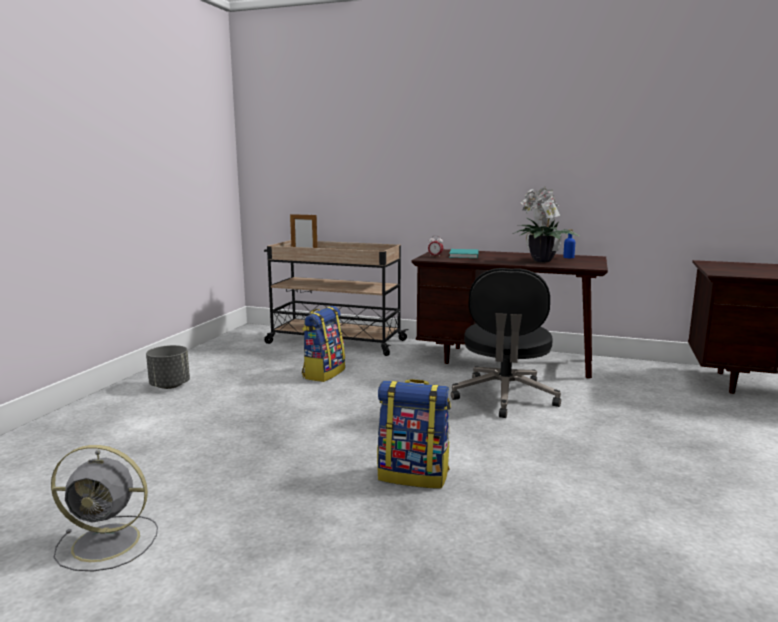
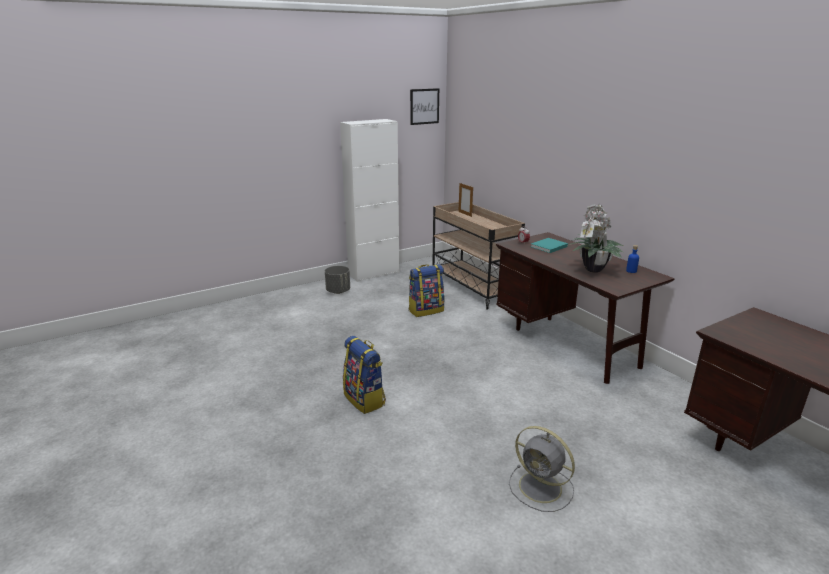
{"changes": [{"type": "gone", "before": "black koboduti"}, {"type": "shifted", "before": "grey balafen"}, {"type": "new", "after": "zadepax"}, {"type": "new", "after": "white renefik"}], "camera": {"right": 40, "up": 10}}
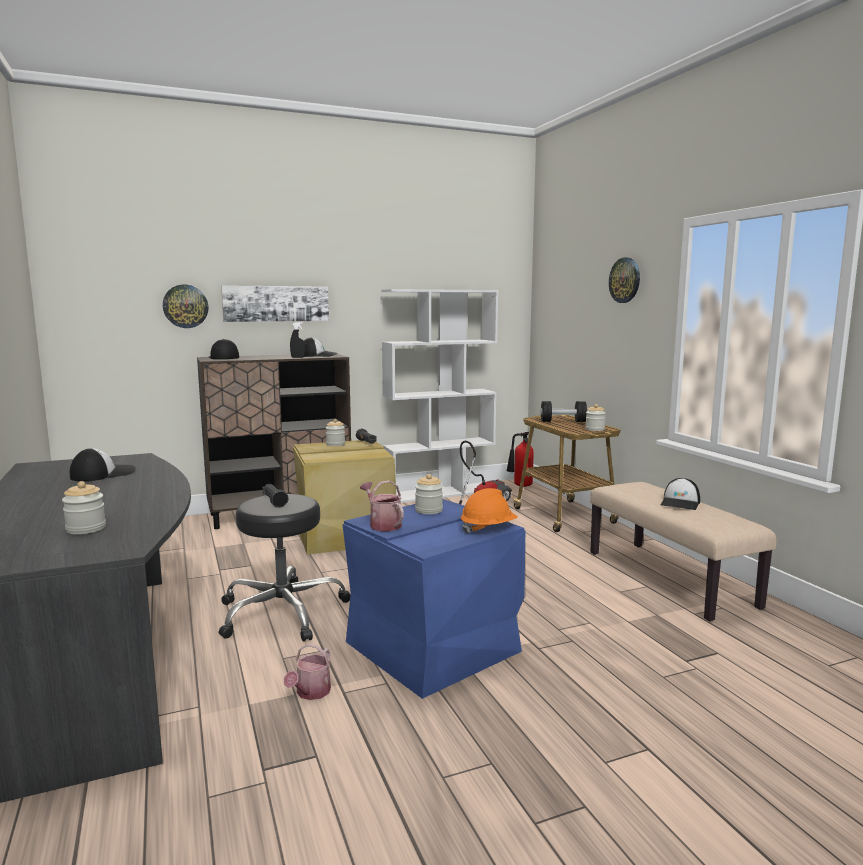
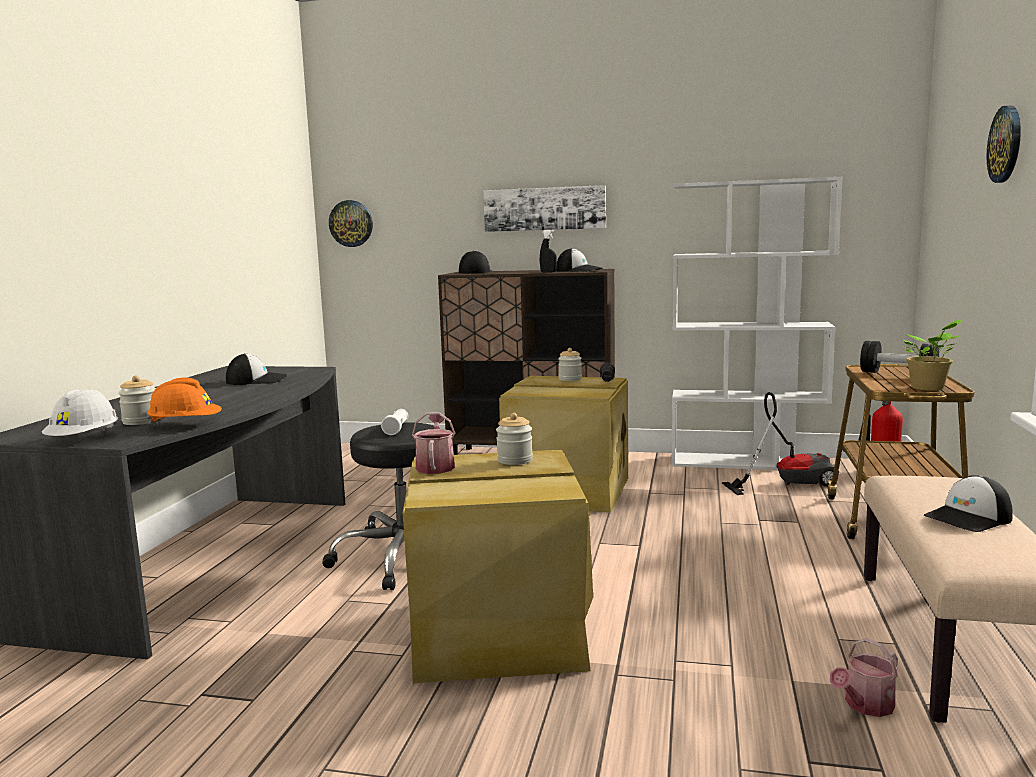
{"changes": [{"type": "shifted", "before": "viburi (no. 1 from left)"}, {"type": "swapped", "before": "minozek (no. 4 from left)", "after": "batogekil"}, {"type": "repainted", "before": "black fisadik (no. 1 from left)", "after": "white fisadik"}, {"type": "shifted", "before": "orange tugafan"}, {"type": "repainted", "before": "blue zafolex", "after": "beige zafolex (no. 1 from left)"}, {"type": "shifted", "before": "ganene (no. 1 from left in the first image)", "after": "ganene (no. 2 from left)"}, {"type": "new", "after": "white tugafan"}], "camera": {"right": 35, "up": 0}}
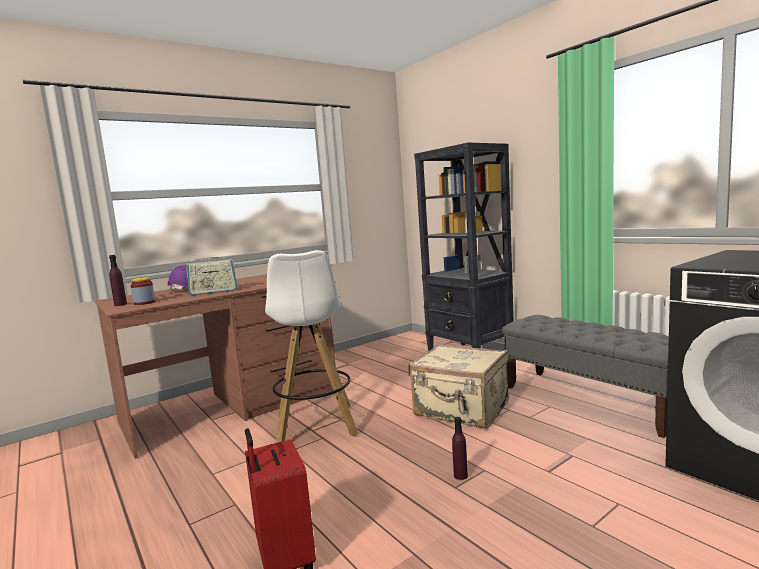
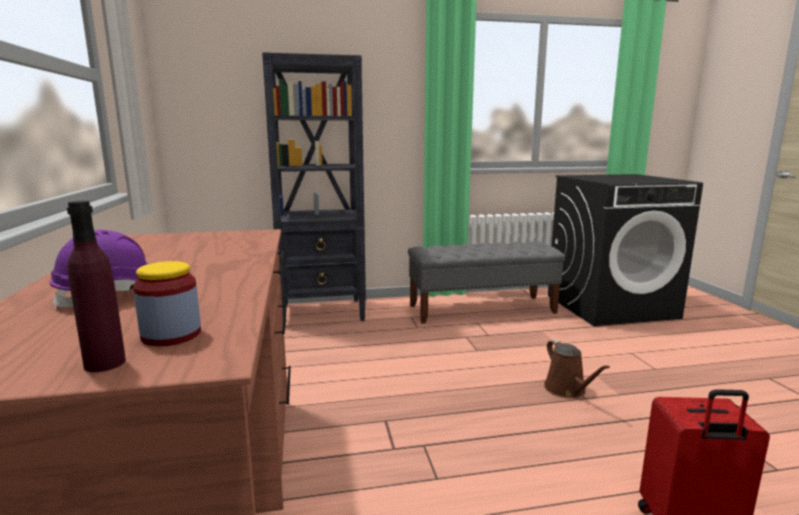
{"changes": [{"type": "gone", "before": "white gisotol"}, {"type": "gone", "before": "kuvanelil"}, {"type": "gone", "before": "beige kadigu"}, {"type": "swapped", "before": "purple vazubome (no. 2 from left)", "after": "brown ganene"}], "camera": {"right": -65, "up": 5}}
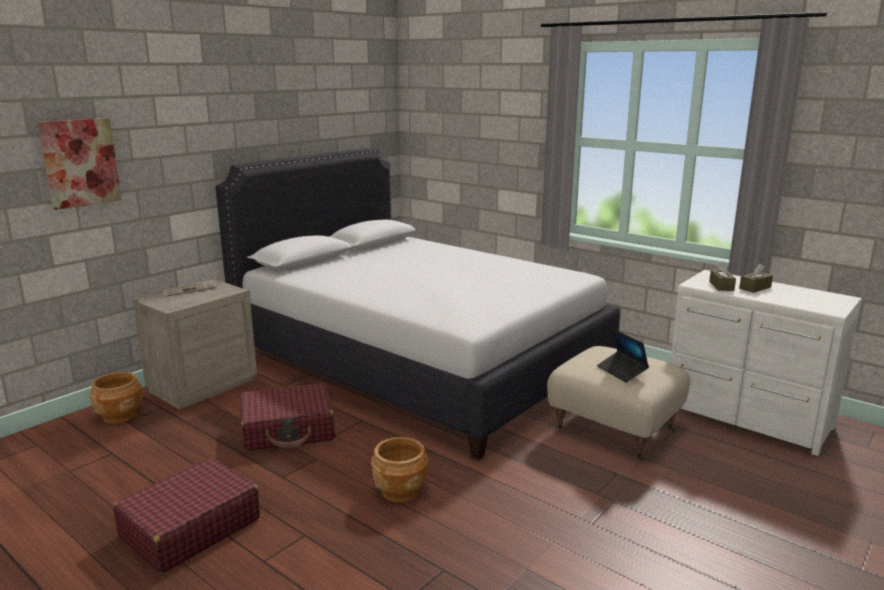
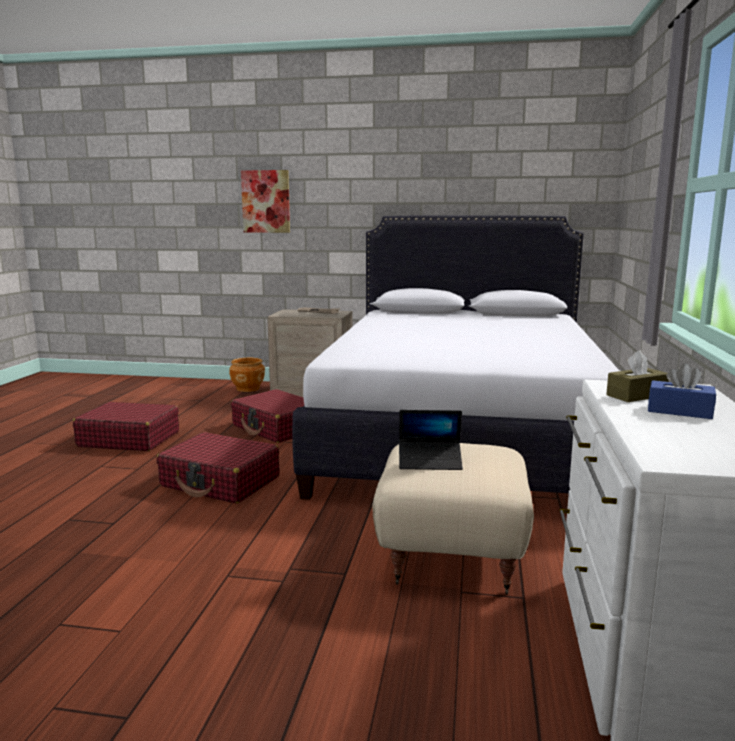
{"changes": [{"type": "repainted", "before": "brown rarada (no. 2 from left)", "after": "blue rarada"}, {"type": "rotated", "before": "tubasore", "turn": -120}, {"type": "swapped", "before": "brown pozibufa (no. 2 from left)", "after": "red kadigu (no. 2 from left)"}], "camera": {"right": 60, "up": -5}}
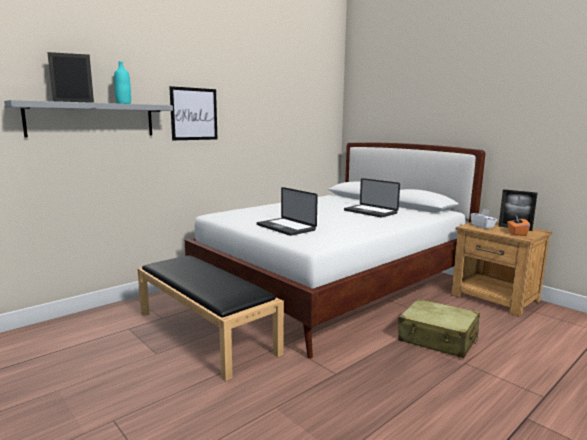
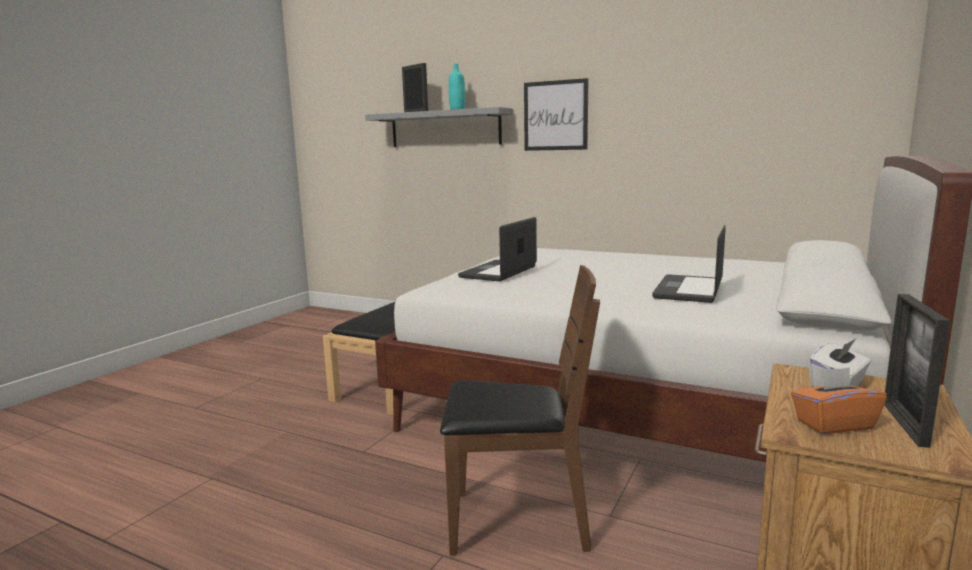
{"changes": [{"type": "swapped", "before": "beige kadigu", "after": "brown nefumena"}], "camera": {"right": 70, "up": 0}}
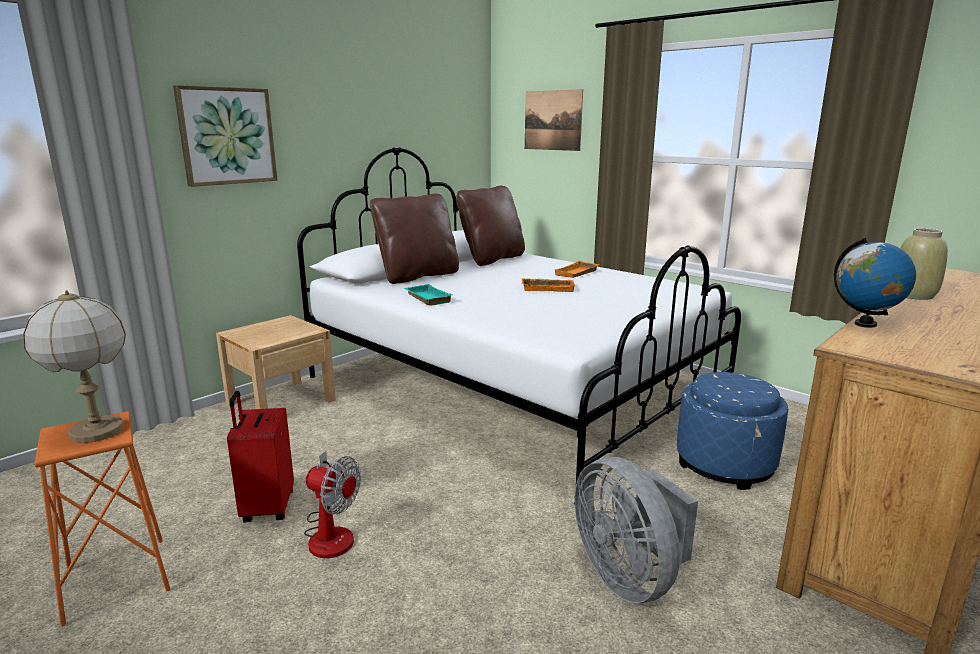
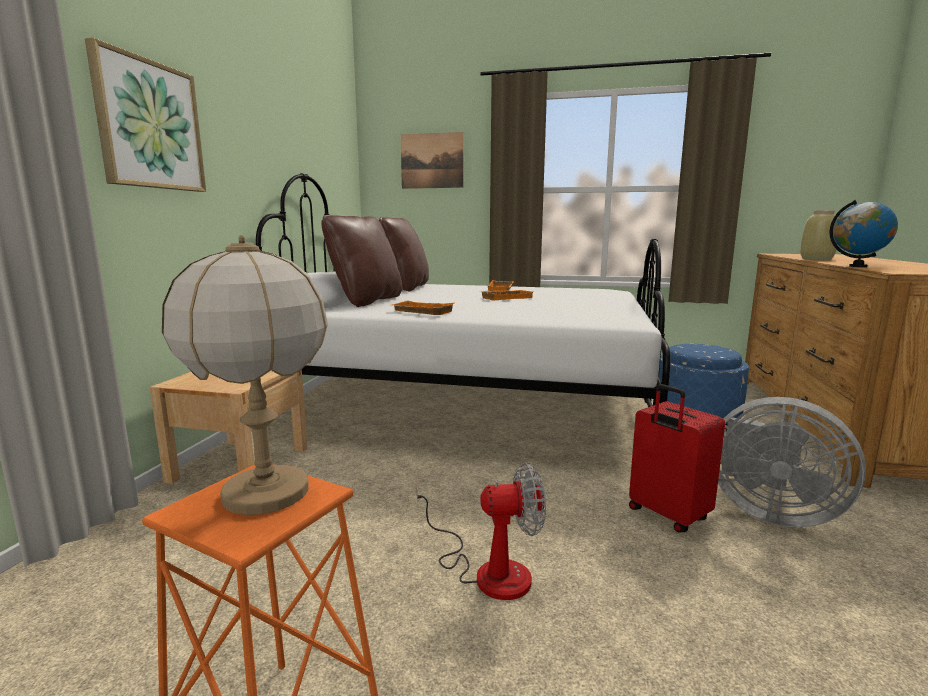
{"changes": [{"type": "repainted", "before": "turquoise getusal", "after": "orange getusal (no. 1 from left)"}, {"type": "shifted", "before": "red kadigu"}], "camera": {"right": -30, "up": -5}}
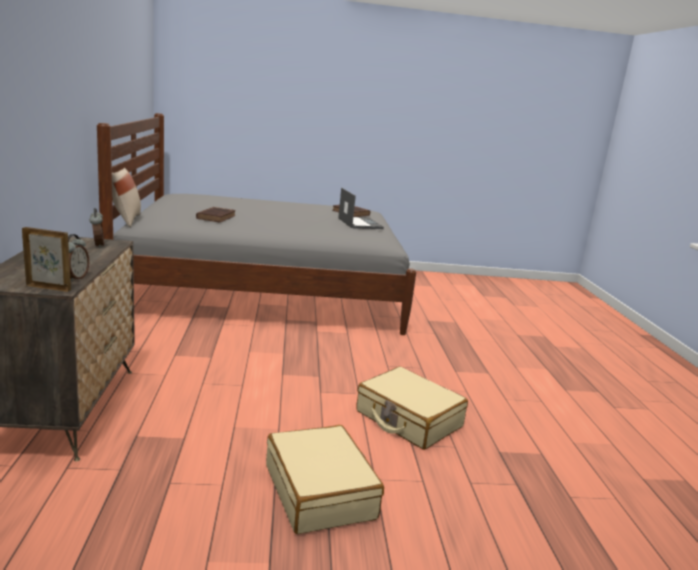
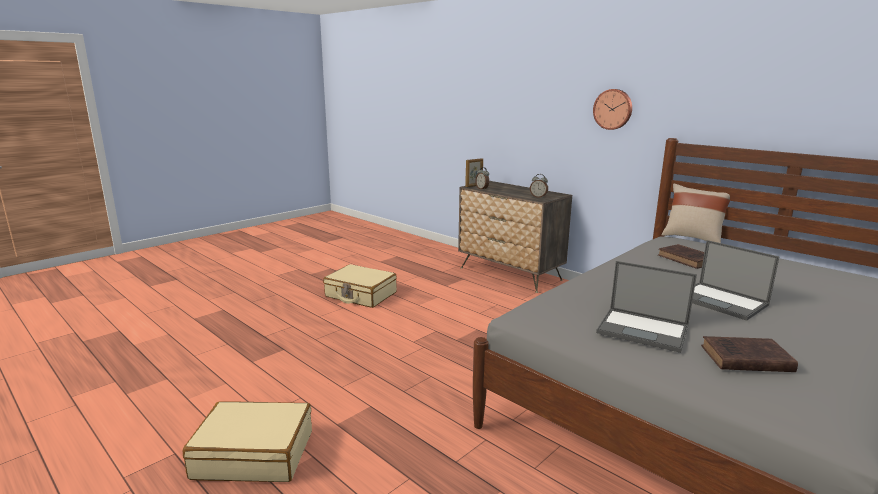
{"changes": [{"type": "shifted", "before": "beige kadigu (no. 2 from left in the first image)", "after": "beige kadigu (no. 1 from left)"}, {"type": "new", "after": "viburi"}, {"type": "new", "after": "tubasore (no. 2 from left)"}], "camera": {"right": 140, "up": 0}}
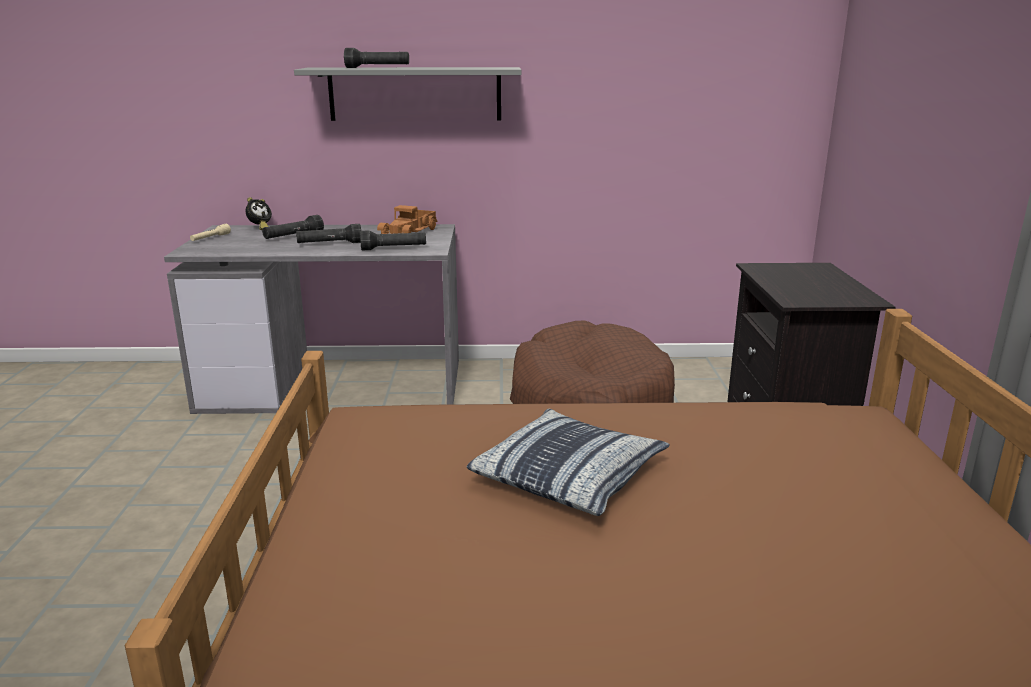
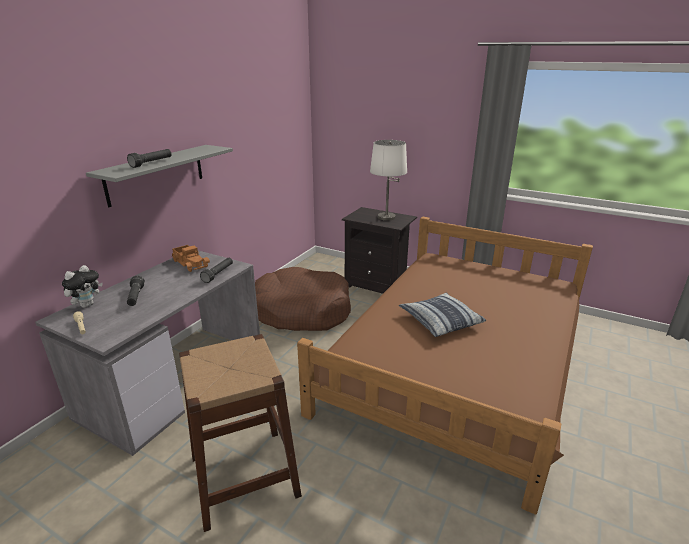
{"changes": [{"type": "swapped", "before": "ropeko", "after": "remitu"}, {"type": "gone", "before": "black fisadik (no. 2 from left)"}, {"type": "new", "after": "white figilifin"}, {"type": "new", "after": "brown gisotol"}], "camera": {"right": -60, "up": 5}}
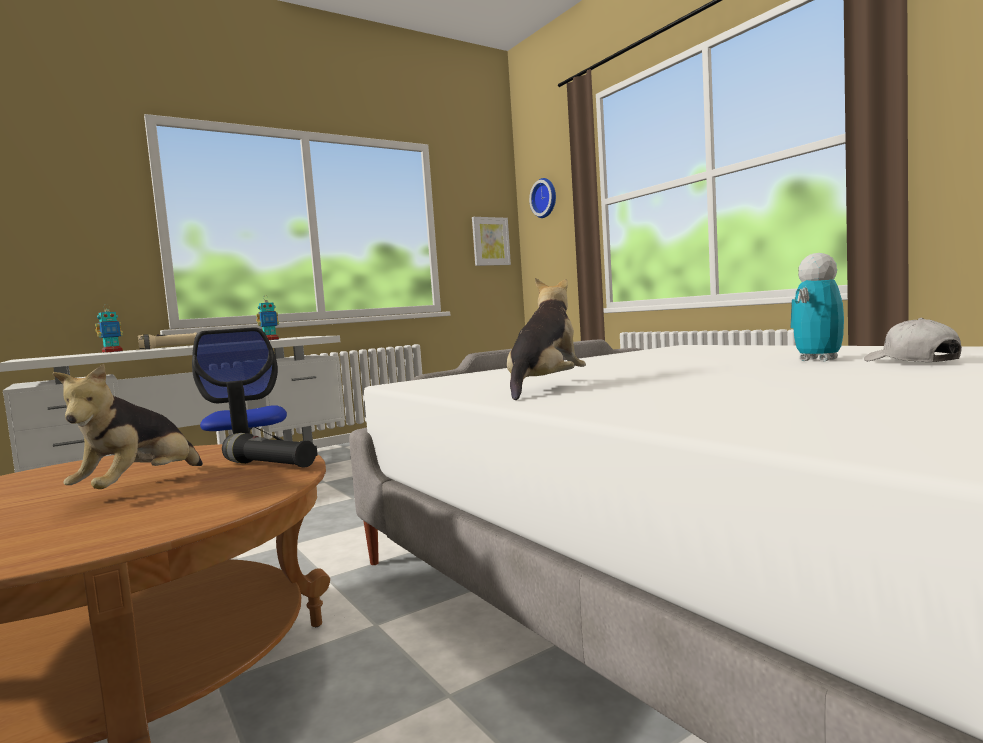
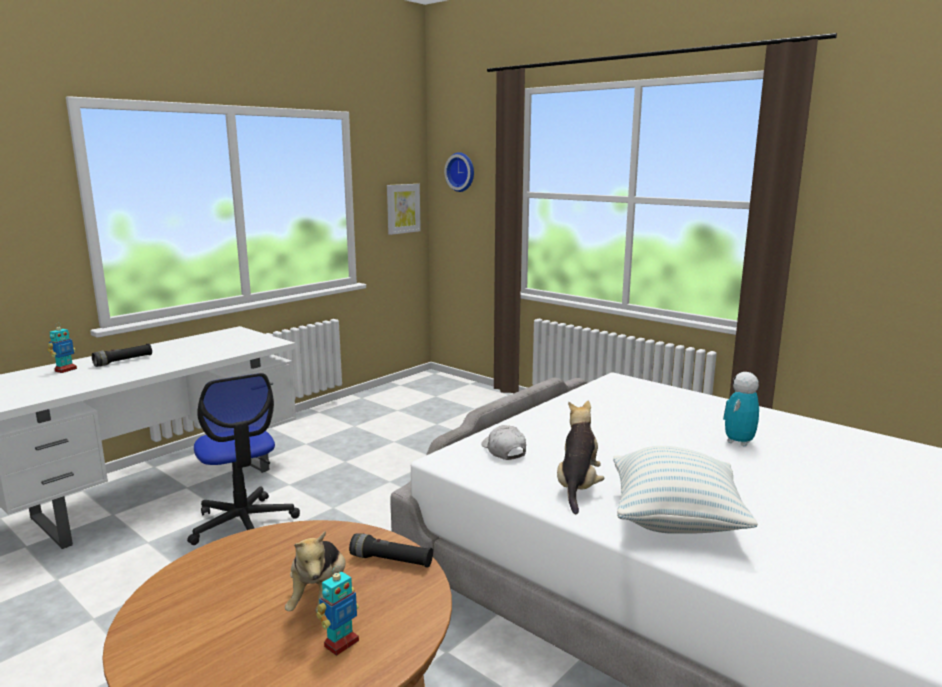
{"changes": [{"type": "shifted", "before": "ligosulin (no. 2 from left)"}, {"type": "shifted", "before": "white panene"}, {"type": "repainted", "before": "beige fisadik", "after": "black fisadik (no. 1 from left)"}, {"type": "new", "after": "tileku"}], "camera": {"right": -15, "up": 10}}
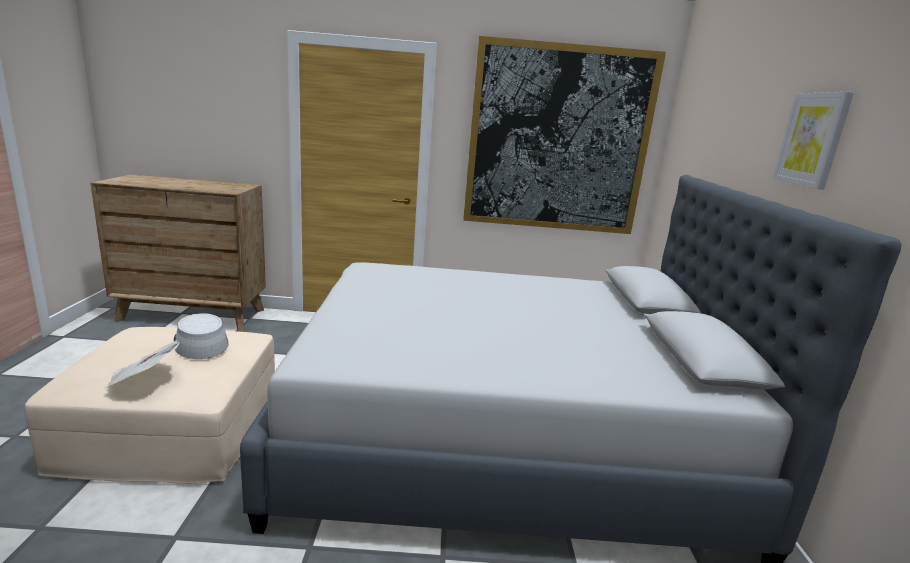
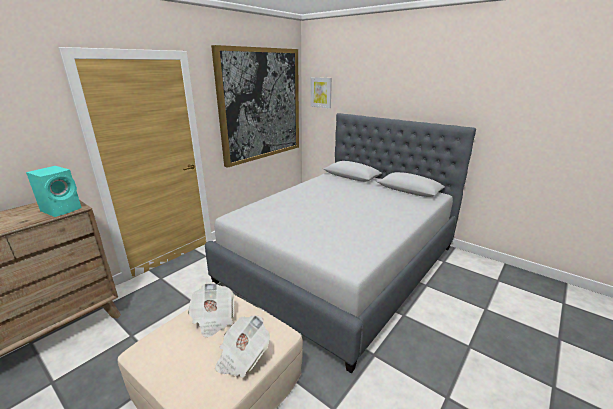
{"changes": [{"type": "shifted", "before": "zadepax (no. 2 from left)"}, {"type": "swapped", "before": "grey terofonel", "after": "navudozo (no. 1 from left)"}, {"type": "new", "after": "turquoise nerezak"}], "camera": {"right": -50, "up": 5}}
